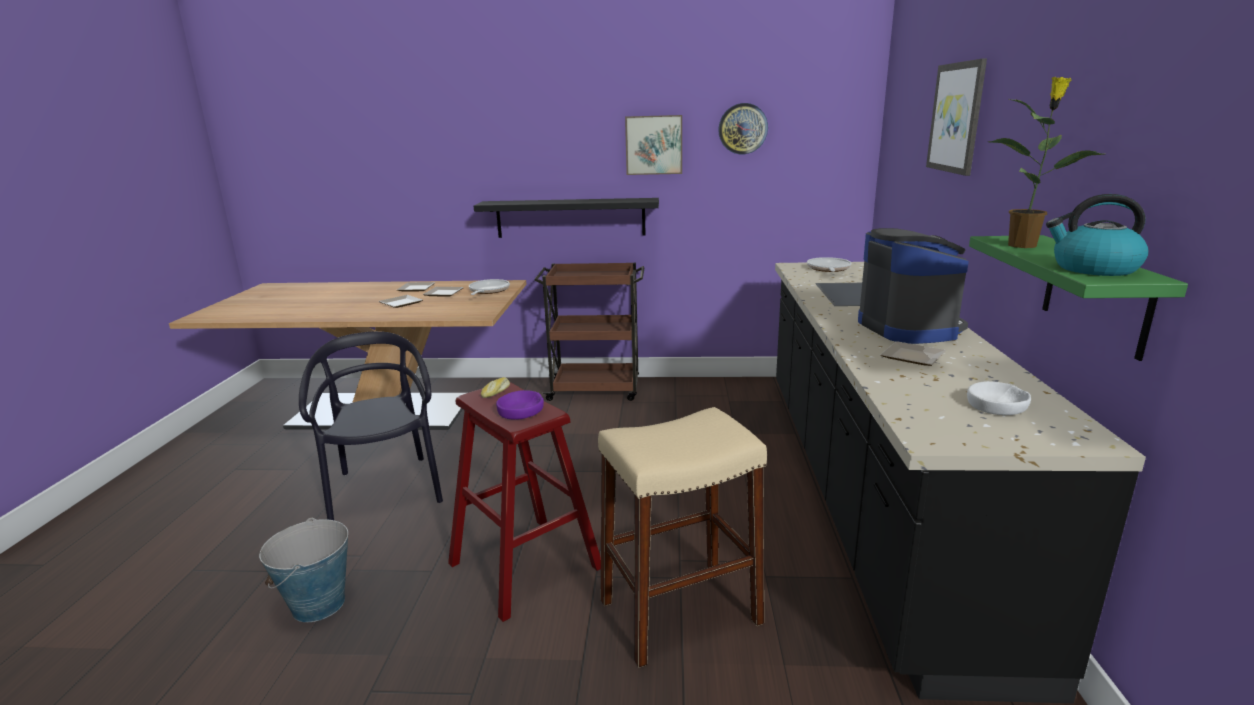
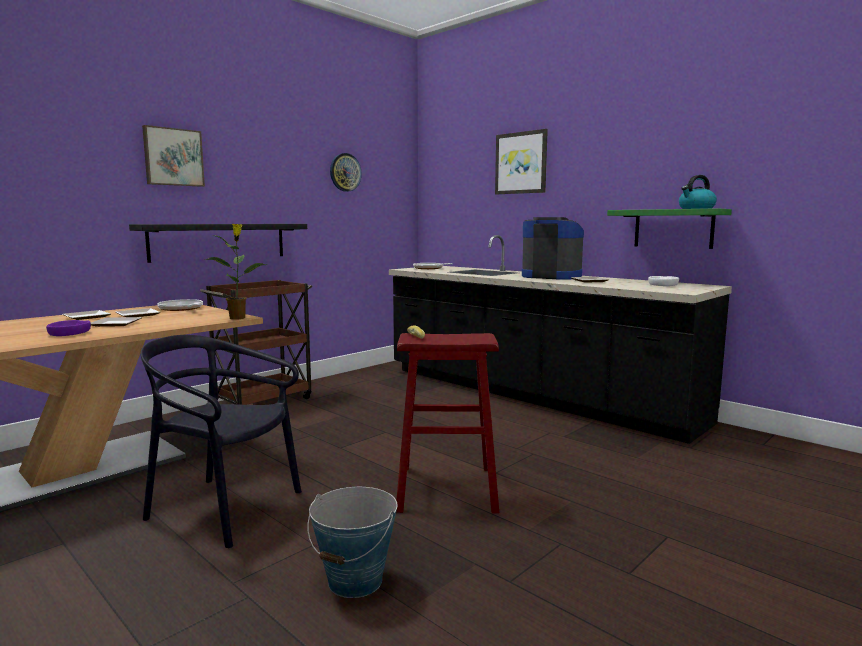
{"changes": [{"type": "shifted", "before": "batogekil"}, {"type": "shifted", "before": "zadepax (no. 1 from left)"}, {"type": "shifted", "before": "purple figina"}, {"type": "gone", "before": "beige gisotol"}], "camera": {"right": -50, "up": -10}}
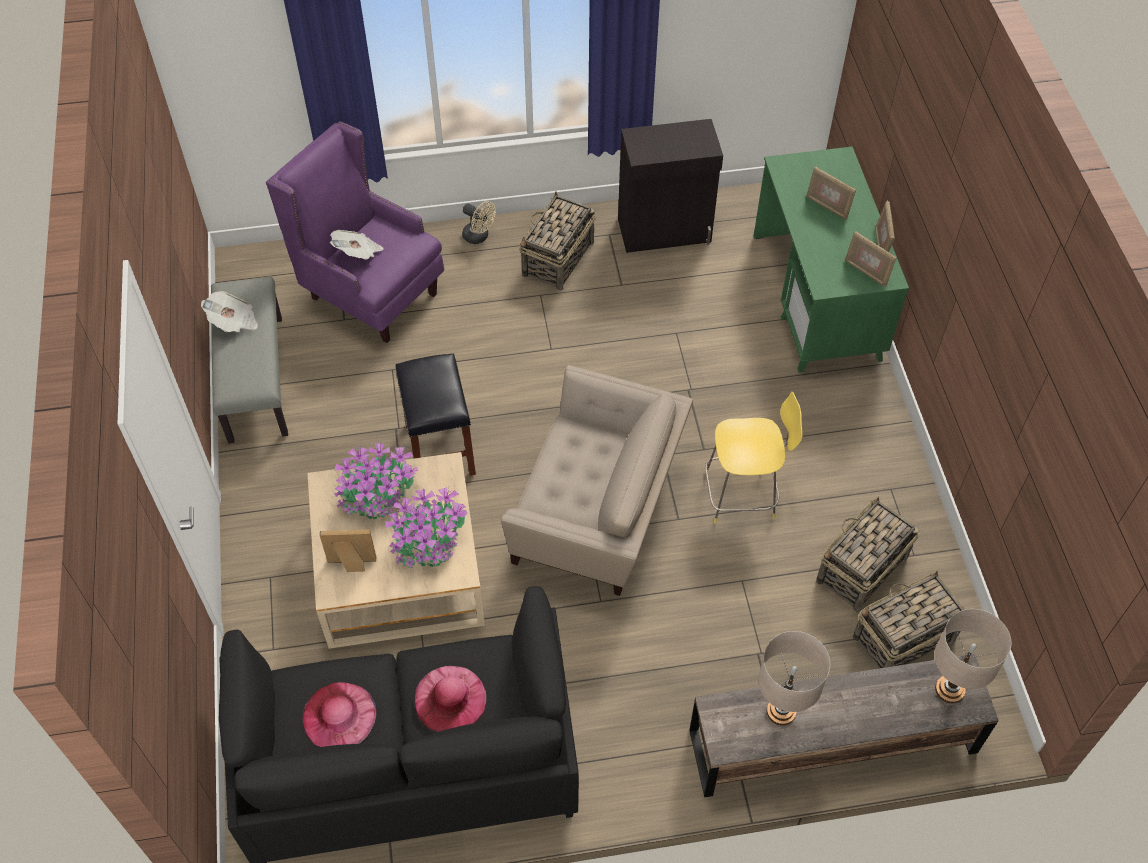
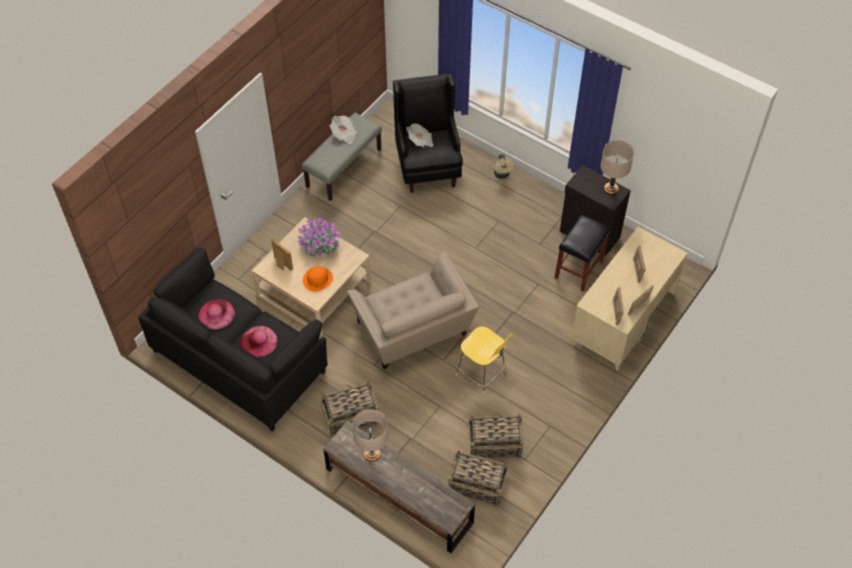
{"changes": [{"type": "repainted", "before": "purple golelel", "after": "black golelel"}, {"type": "repainted", "before": "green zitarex", "after": "beige zitarex"}, {"type": "shifted", "before": "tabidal (no. 1 from left)"}, {"type": "shifted", "before": "black gisotol"}, {"type": "swapped", "before": "batogekil (no. 2 from left)", "after": "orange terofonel"}, {"type": "shifted", "before": "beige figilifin (no. 2 from left)"}], "camera": {"right": 45, "up": 0}}
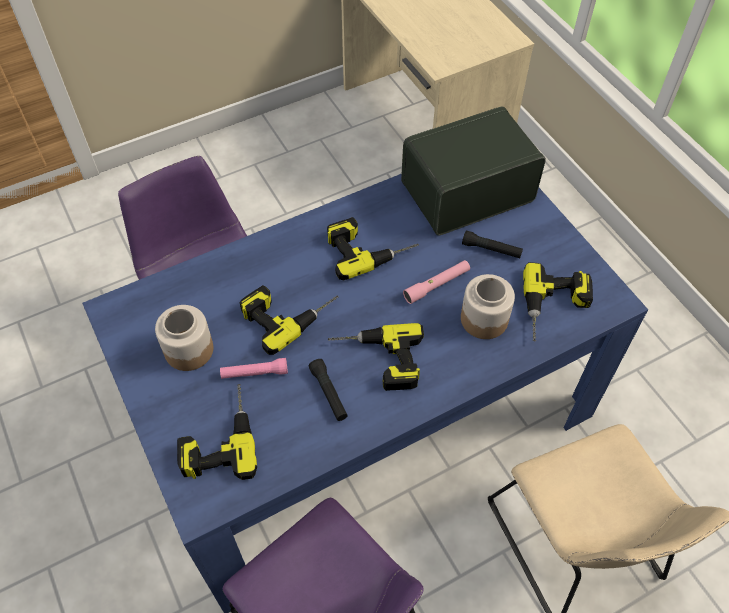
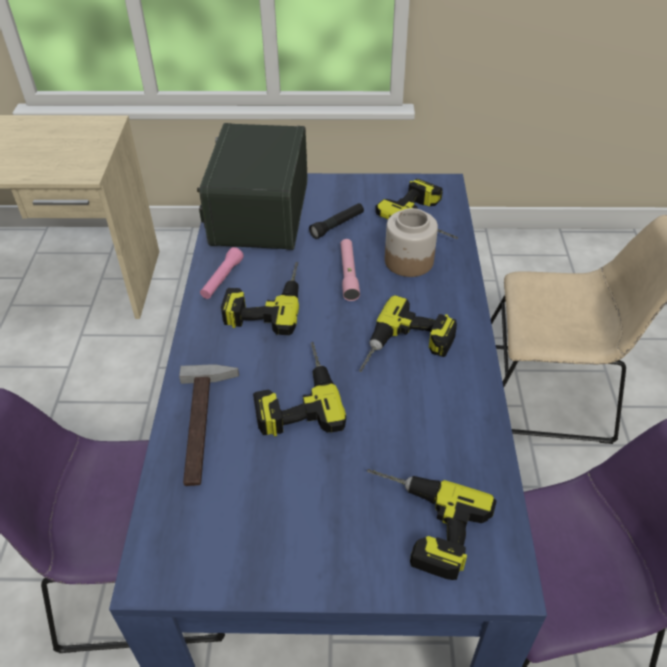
{"changes": [{"type": "gone", "before": "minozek (no. 1 from left)"}, {"type": "shifted", "before": "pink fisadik (no. 1 from left)"}, {"type": "gone", "before": "black fisadik (no. 1 from left)"}, {"type": "new", "after": "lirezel"}], "camera": {"right": -60, "up": -10}}
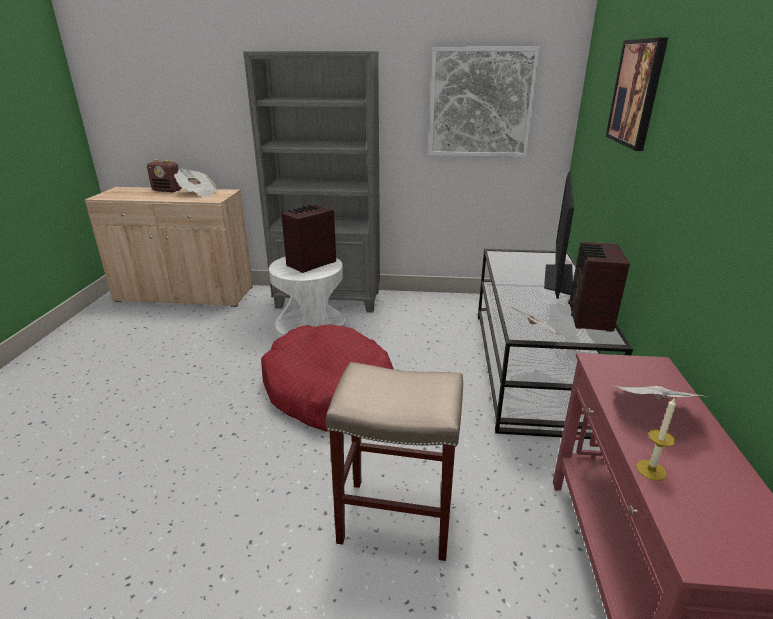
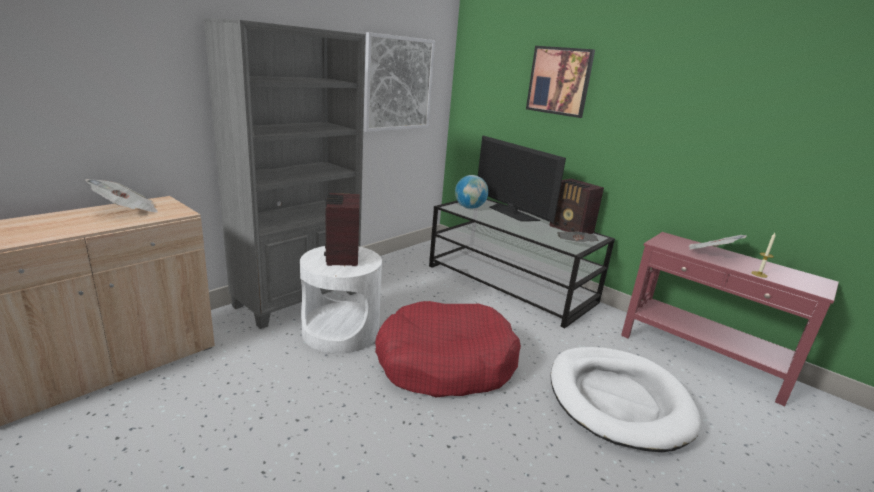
{"changes": [{"type": "gone", "before": "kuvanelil (no. 1 from left)"}, {"type": "swapped", "before": "beige gisotol", "after": "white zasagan"}, {"type": "new", "after": "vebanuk"}], "camera": {"right": -55, "up": -5}}
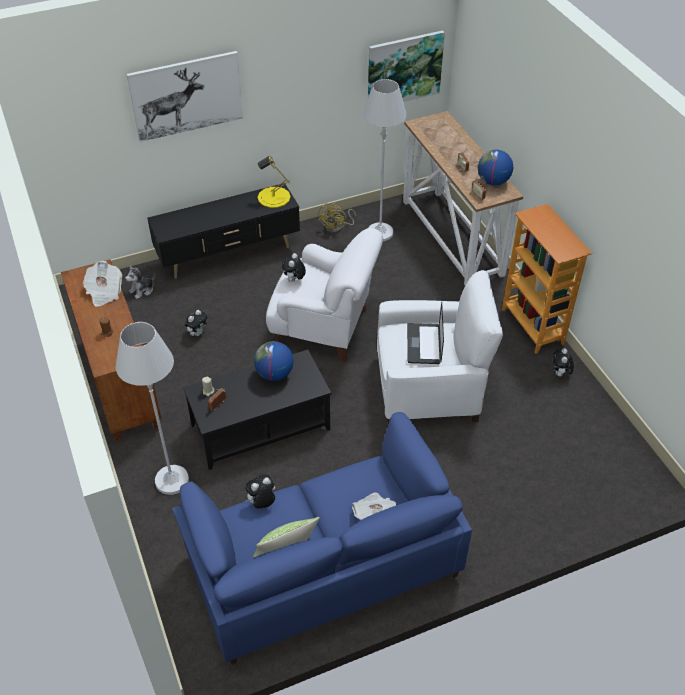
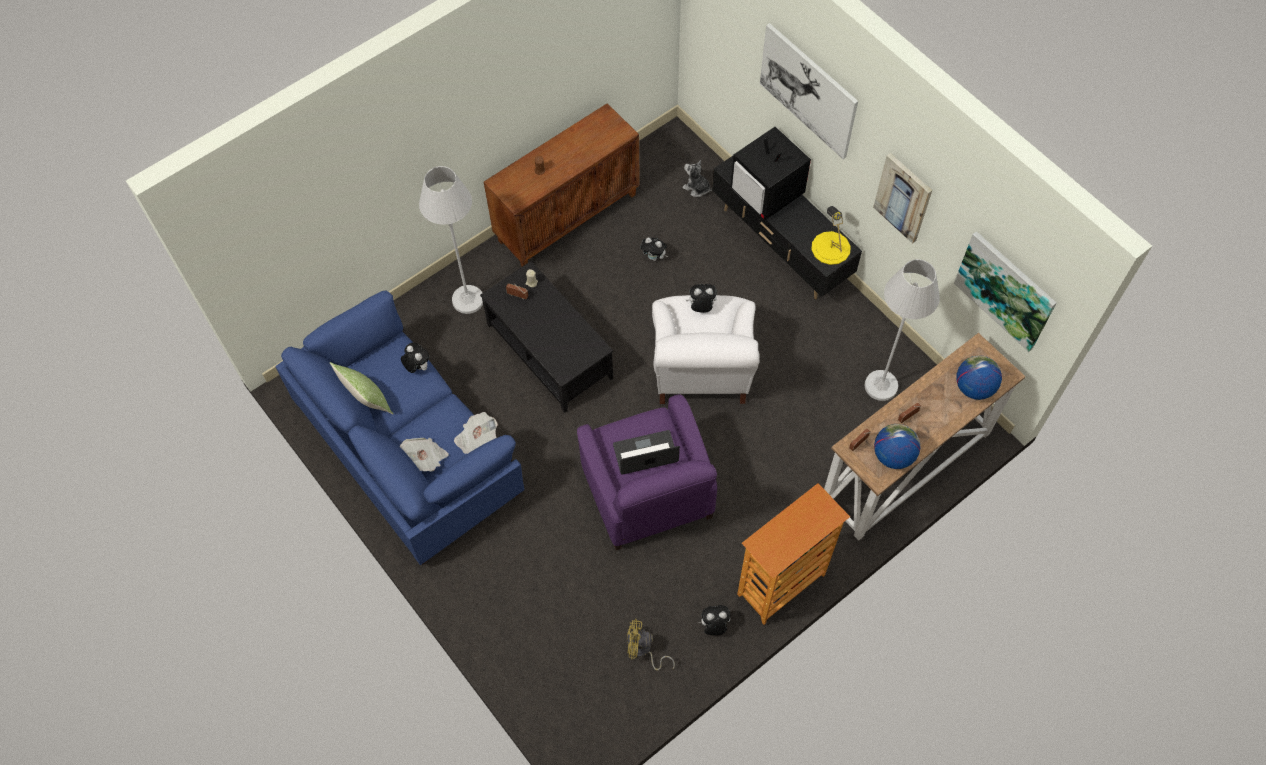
{"changes": [{"type": "shifted", "before": "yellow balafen"}, {"type": "shifted", "before": "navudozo (no. 1 from left in the first image)", "after": "navudozo (no. 2 from left)"}, {"type": "repainted", "before": "white golelel (no. 2 from left)", "after": "purple golelel"}, {"type": "shifted", "before": "vebanuk (no. 1 from left in the first image)", "after": "vebanuk (no. 2 from left)"}, {"type": "new", "after": "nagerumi"}, {"type": "new", "after": "zadepax (no. 2 from left)"}], "camera": {"right": 75, "up": 15}}
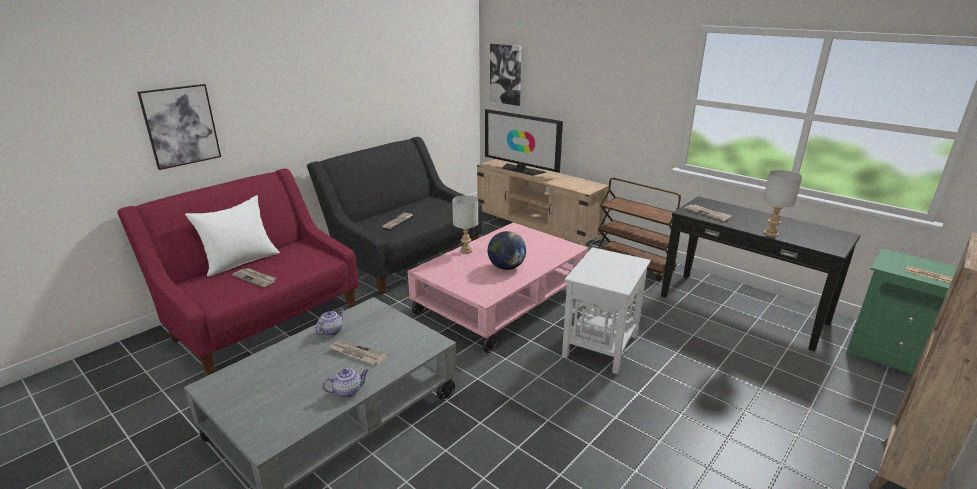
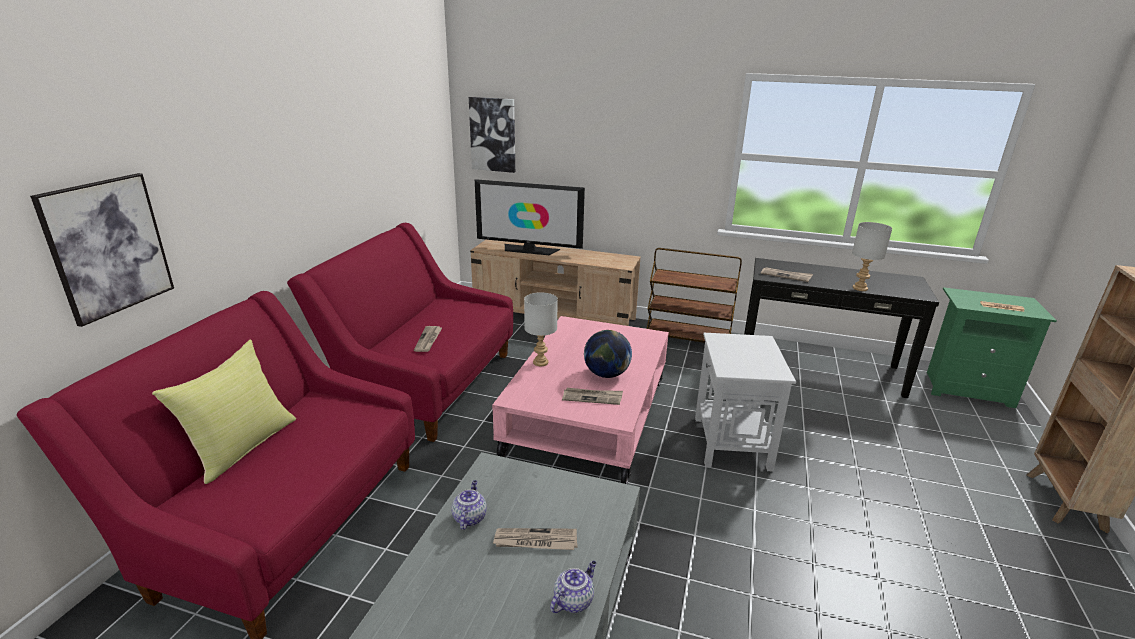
{"changes": [{"type": "repainted", "before": "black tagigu", "after": "red tagigu (no. 2 from left)"}, {"type": "repainted", "before": "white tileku", "after": "yellow tileku"}, {"type": "shifted", "before": "navudozo (no. 1 from left in the first image)", "after": "navudozo (no. 3 from left)"}], "camera": {"right": -25, "up": 0}}
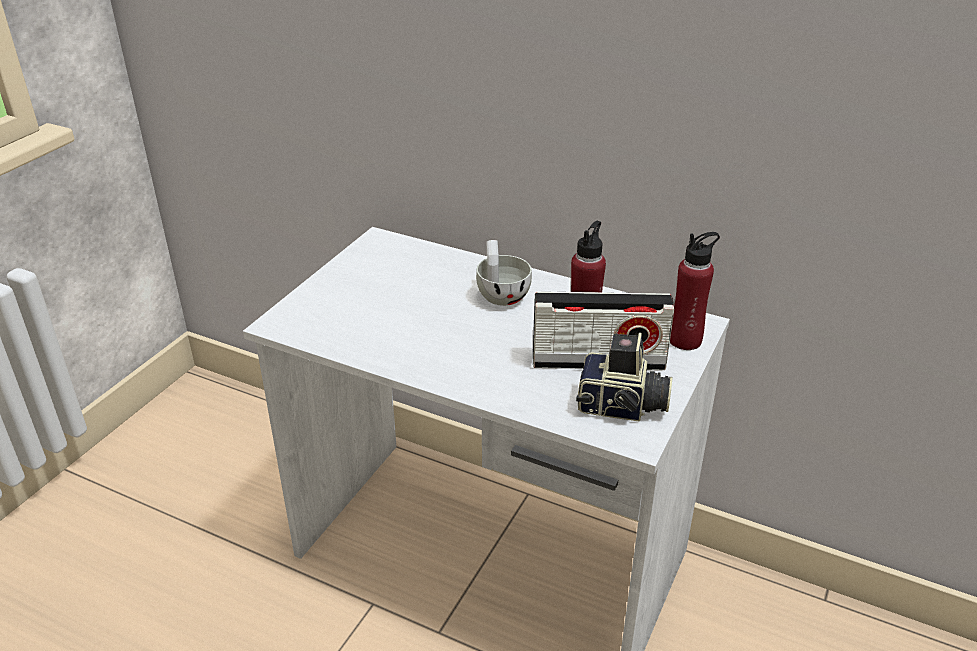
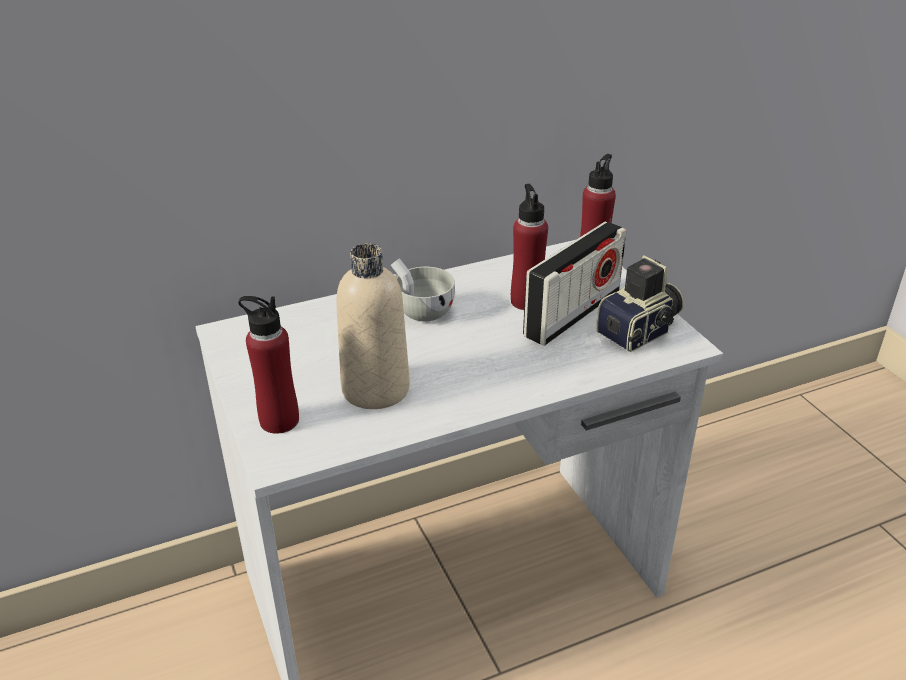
{"changes": [{"type": "new", "after": "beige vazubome"}, {"type": "new", "after": "red vazubome (no. 1 from left)"}], "camera": {"right": -50, "up": 0}}
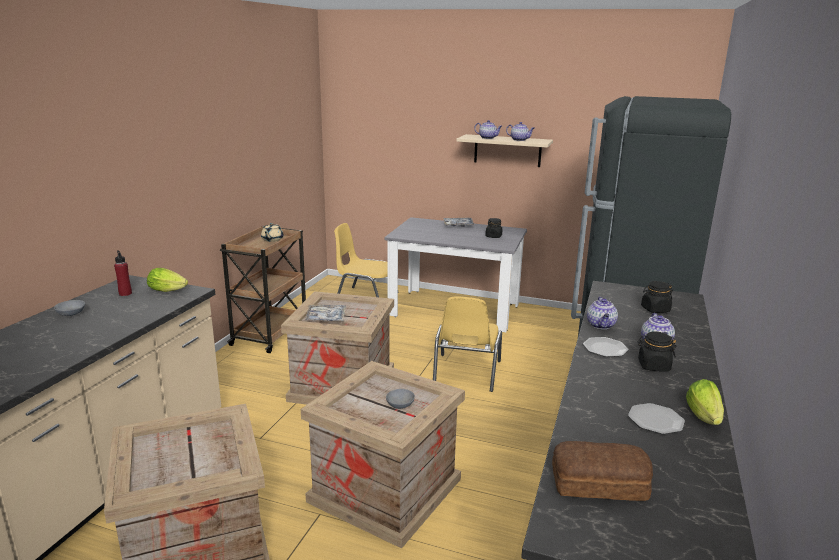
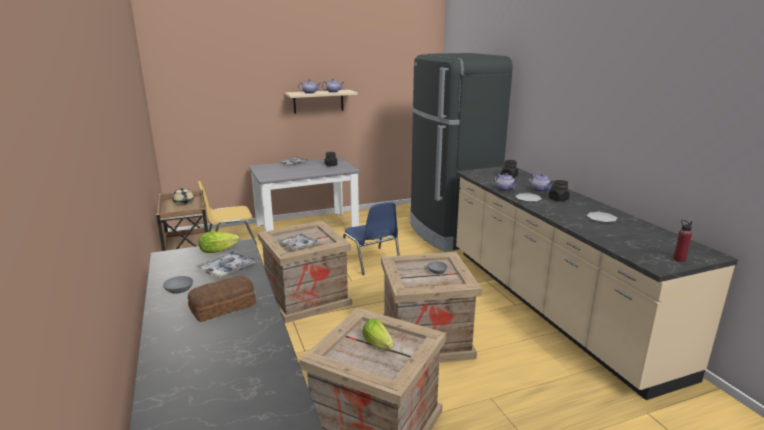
{"changes": [{"type": "shifted", "before": "red vazubome"}, {"type": "repainted", "before": "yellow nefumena (no. 2 from left)", "after": "blue nefumena"}, {"type": "shifted", "before": "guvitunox (no. 2 from left)"}, {"type": "shifted", "before": "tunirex"}, {"type": "new", "after": "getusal (no. 1 from left)"}], "camera": {"right": -40, "up": 0}}
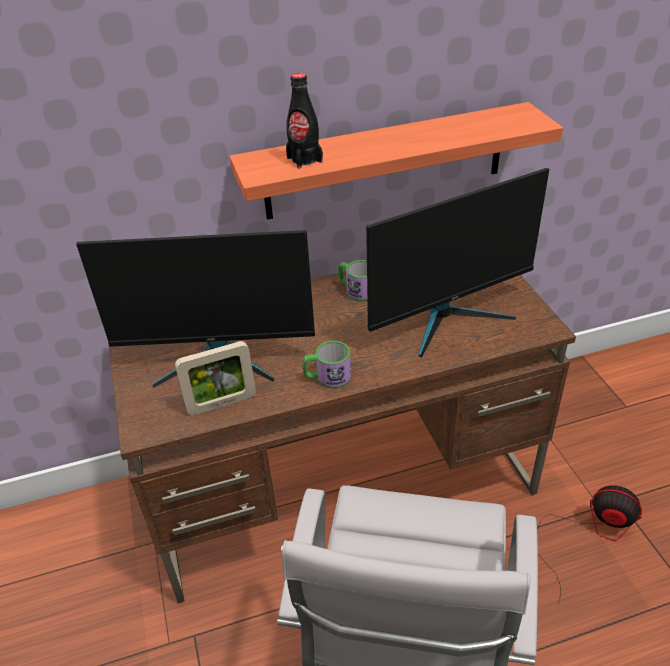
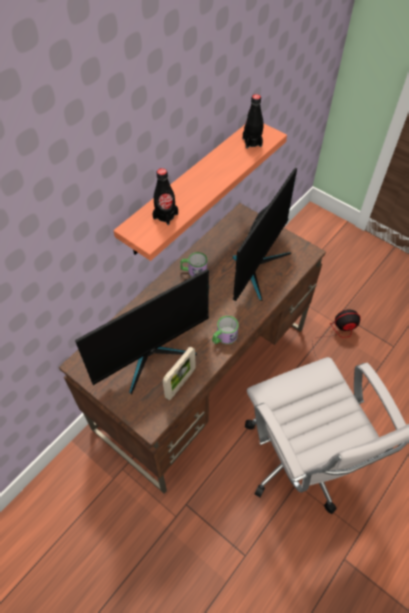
{"changes": [{"type": "new", "after": "black vazubome (no. 2 from left)"}], "camera": {"right": -35, "up": 15}}
